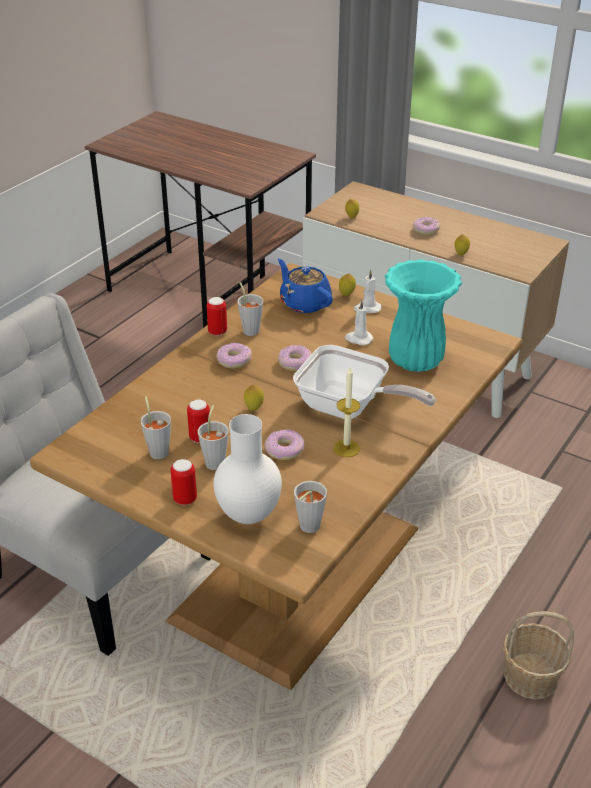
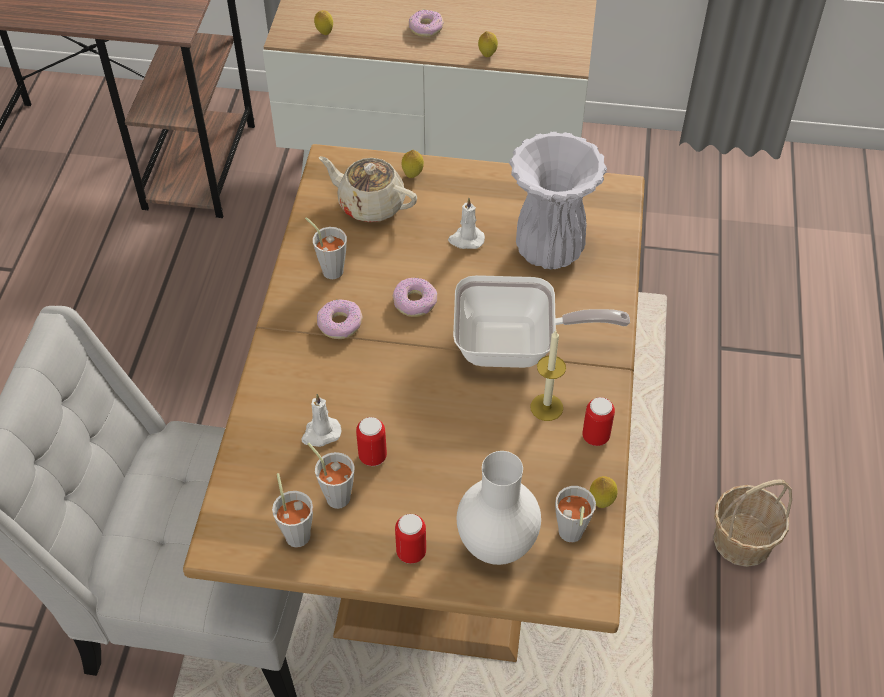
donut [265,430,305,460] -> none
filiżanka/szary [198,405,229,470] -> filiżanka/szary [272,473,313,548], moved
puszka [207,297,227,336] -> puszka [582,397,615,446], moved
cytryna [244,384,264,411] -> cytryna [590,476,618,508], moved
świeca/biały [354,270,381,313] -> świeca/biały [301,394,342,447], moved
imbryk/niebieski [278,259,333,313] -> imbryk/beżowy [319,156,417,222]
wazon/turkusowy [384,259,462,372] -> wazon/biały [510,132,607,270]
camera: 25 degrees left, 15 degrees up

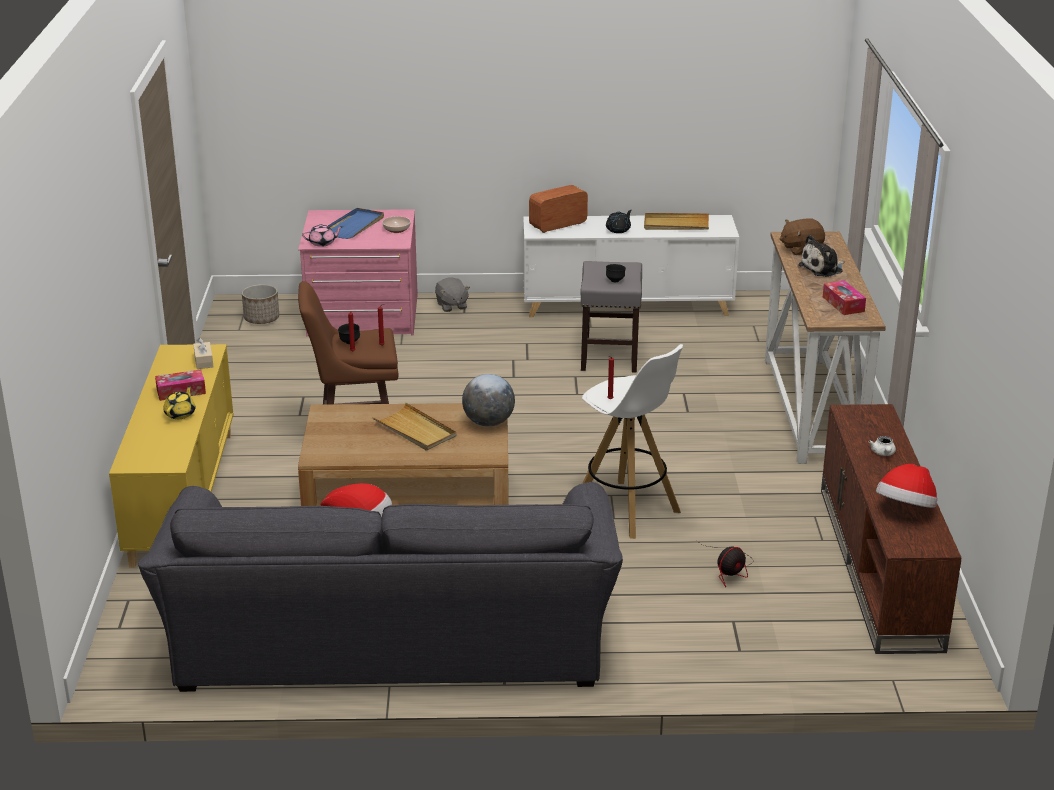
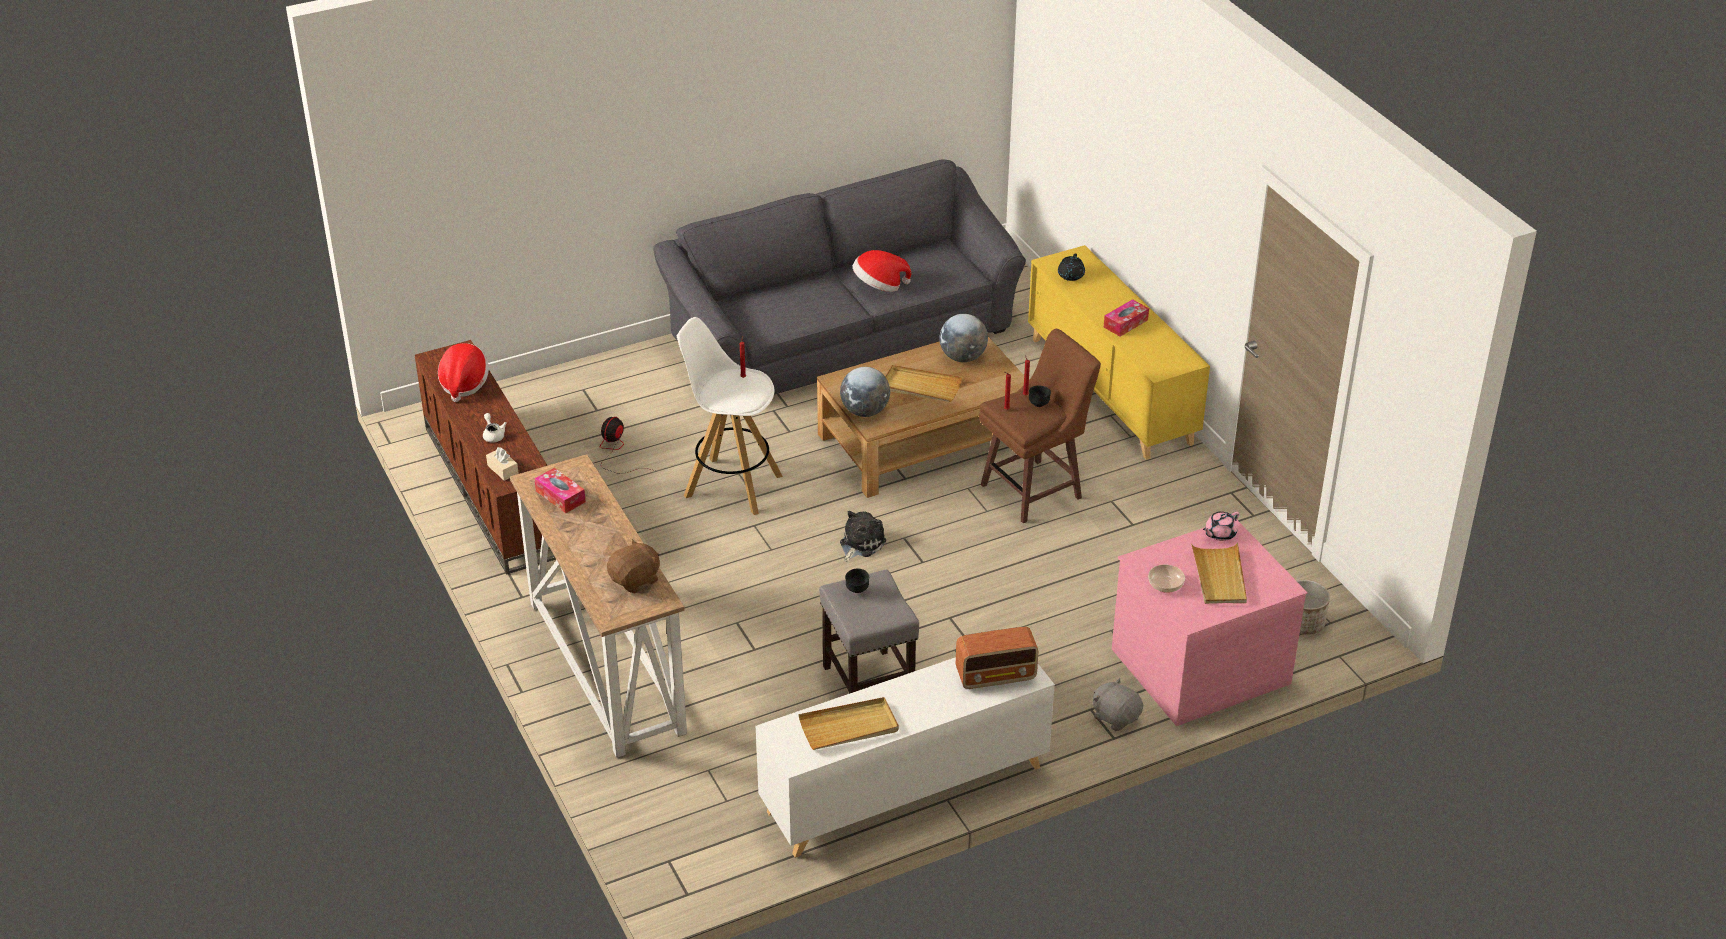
imbryk/żółty [163,385,195,419] -> none
none -> globus [939,314,988,362]
pudełko chusteczek/beżowy [193,338,213,369] -> pudełko chusteczek/beżowy [486,447,519,481], moved
imbryk/czarny [606,210,632,233] -> imbryk/czarny [1058,253,1085,281], moved
pluszak [798,235,845,277] -> pluszak [840,511,886,562], moved
taca/niebieski [328,208,384,239] -> taca/beżowy [1191,543,1247,604]
radio [529,185,588,233] -> radio [956,626,1038,689], 45 degrees clockwise
camera: 155 degrees right, 10 degrees up

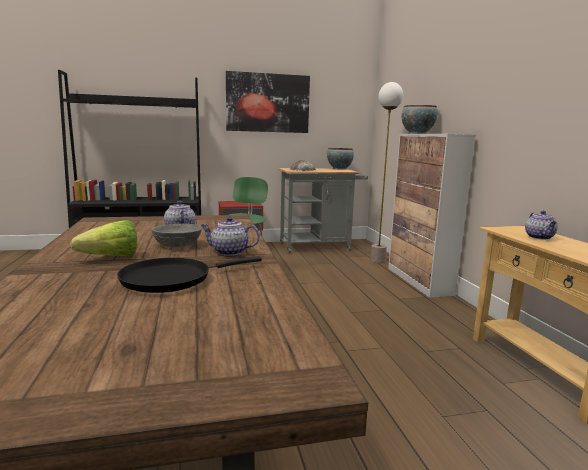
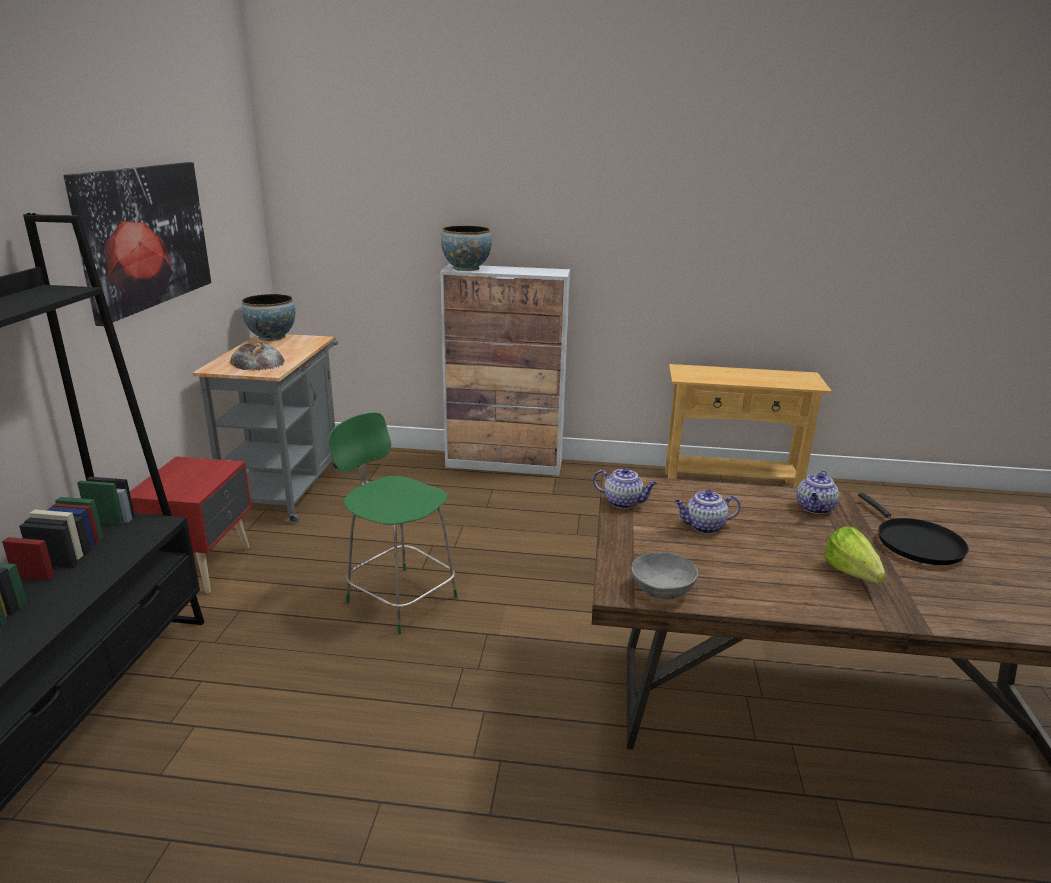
lampa stojąca [371,82,403,263] -> none
miska/szary [151,223,202,247] -> miska/szary [631,552,698,600], moved
imbryk [525,211,558,240] -> imbryk [593,468,657,509], moved
camera: 70 degrees left, 10 degrees up

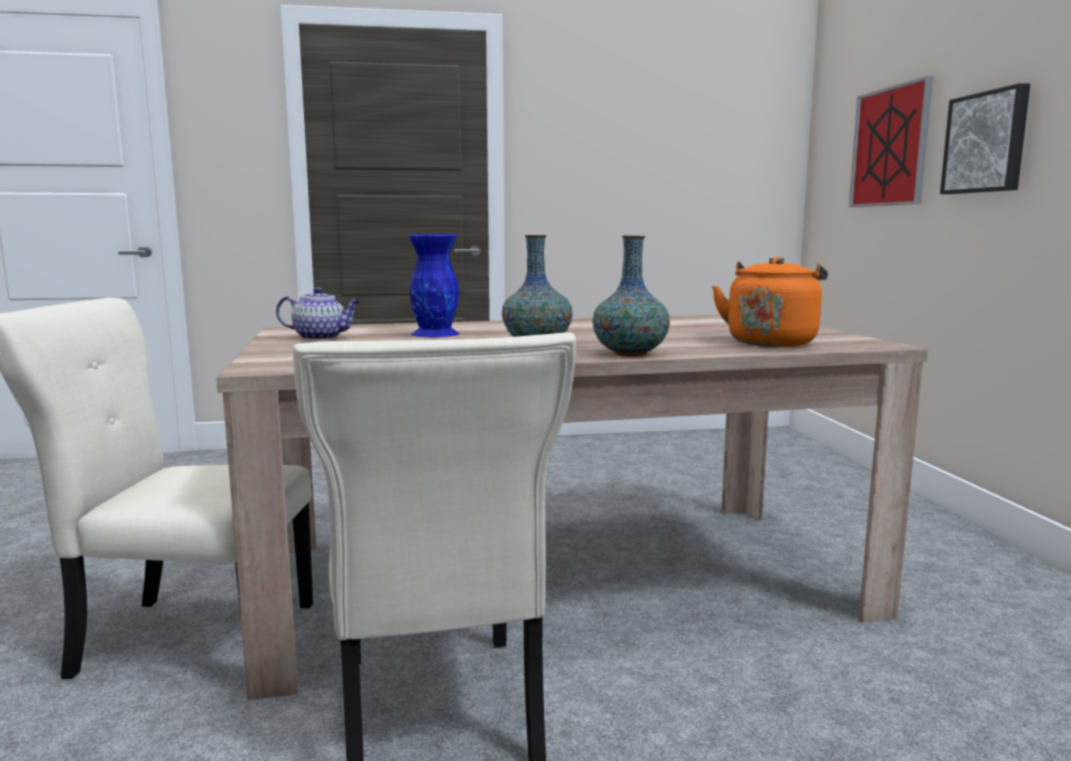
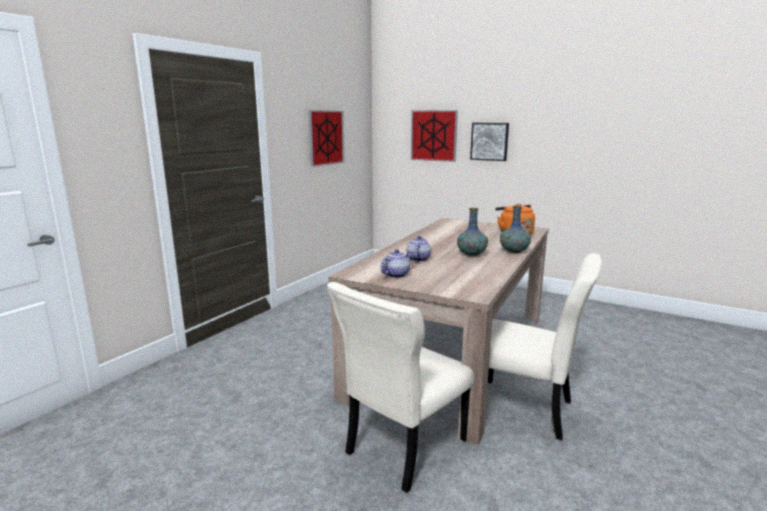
none -> obraz [308,110,345,167]
wazon/niebieski [408,234,459,337] -> imbryk [406,236,431,262]
camera: 50 degrees left, 5 degrees up

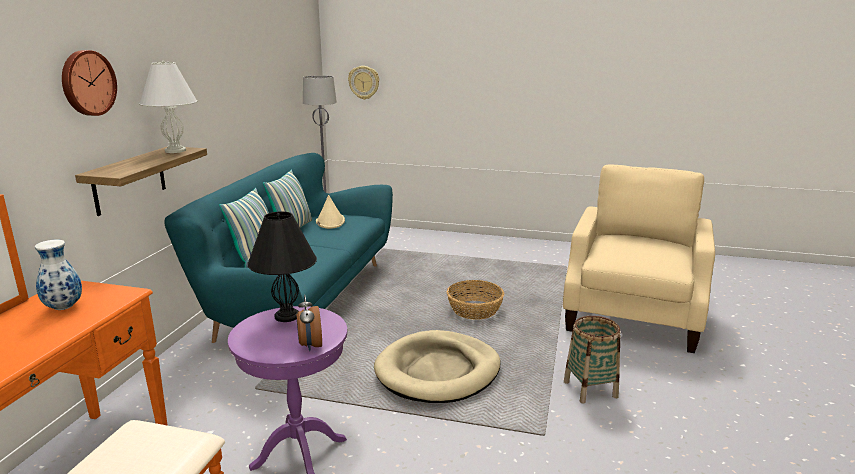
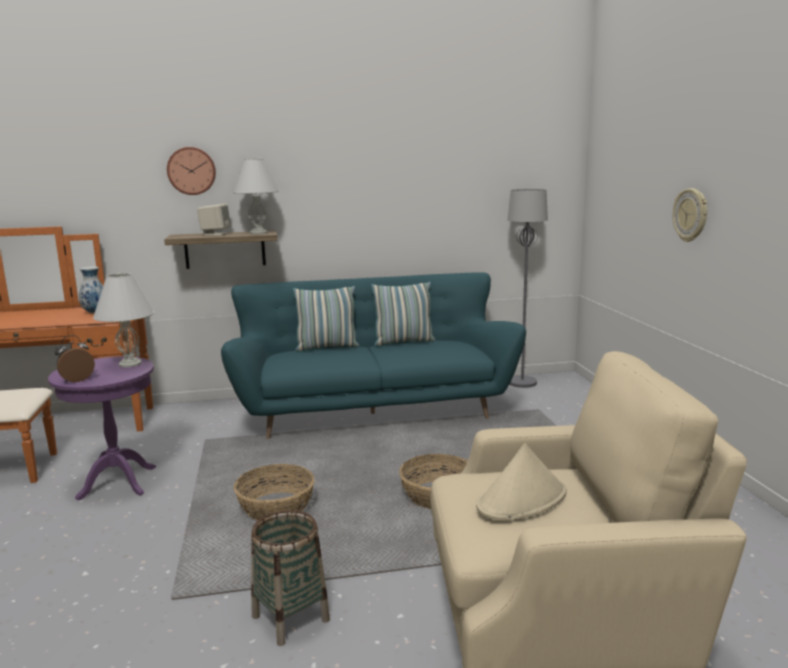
none -> głośnik/beżowy [197,204,231,235]
kapelusz/beżowy [316,195,345,229] -> kapelusz/beżowy [476,443,567,520], moved
zegar ścienny [348,66,379,100] -> zegar ścienny [673,188,707,242], moved
legowisko/beżowy [374,330,501,403] -> koszyk [234,464,315,521]
lampa stołowa/czarny [247,211,317,322] -> lampa stołowa/biały [93,273,154,367]
camera: 65 degrees right, 5 degrees down

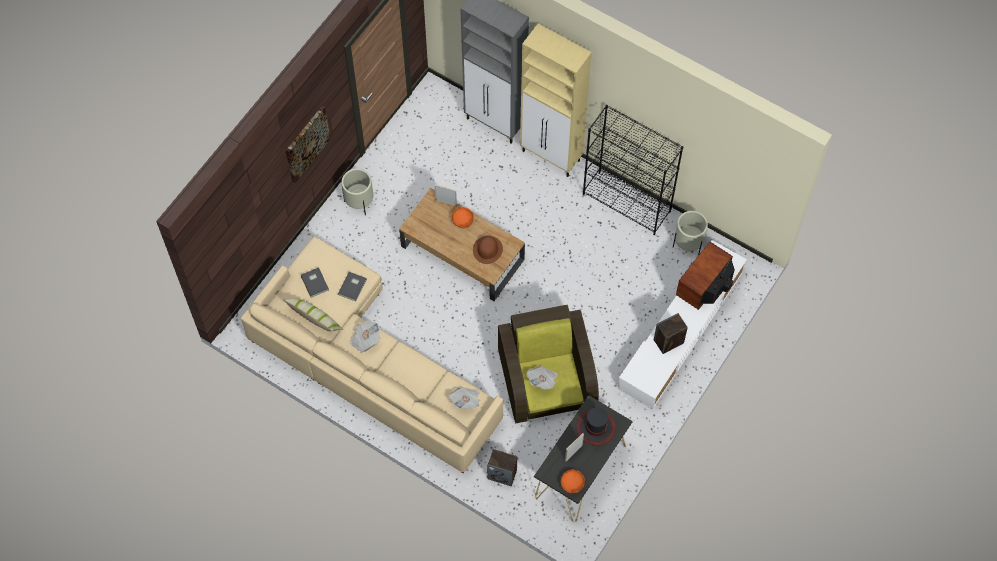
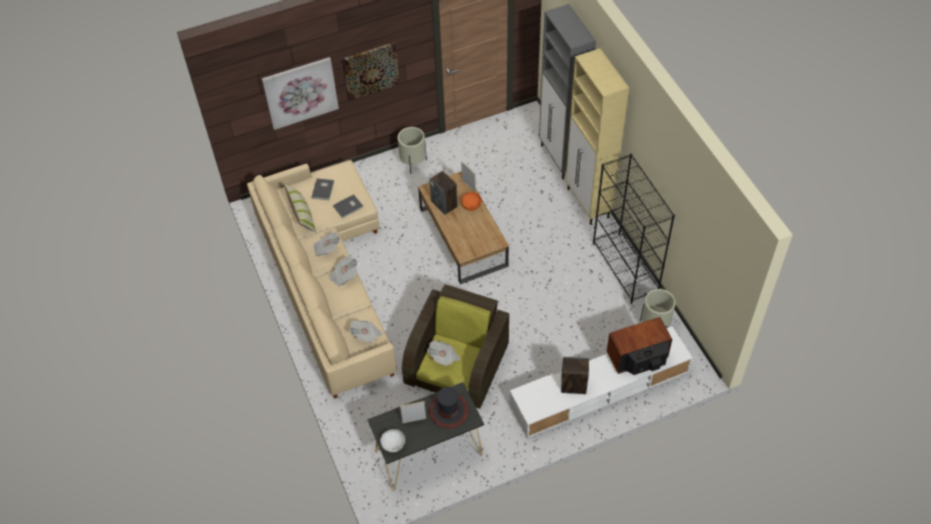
kapelusz/brązowy [473,236,503,264] -> none
none -> obraz [262,57,339,130]
none -> gazeta [329,256,358,287]
głośnik [487,449,517,486] -> głośnik [430,171,458,215], moved
miska/pomarańczowy [561,470,585,493] -> miska/biały [380,429,405,452]
camera: 35 degrees right, 10 degrees down

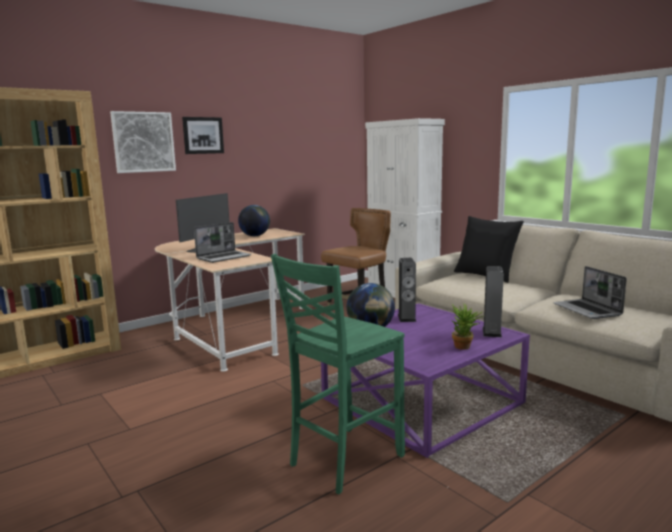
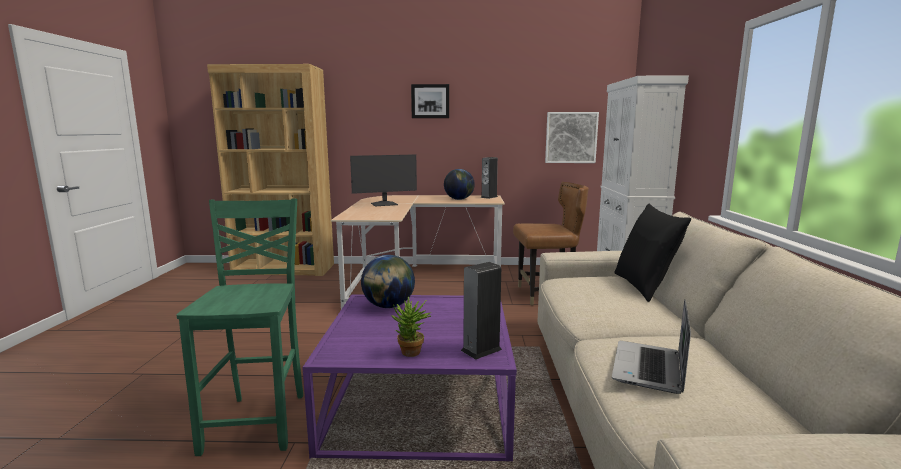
laptop [194,222,251,263] -> none
obraz [110,111,176,173] -> obraz [545,112,599,163], moved
głośnik [398,258,416,322] -> głośnik [481,157,498,199], moved
krzesło/zielony [271,254,405,494] -> krzesło/zielony [177,198,303,456], 90 degrees clockwise
camera: 40 degrees right, 0 degrees up

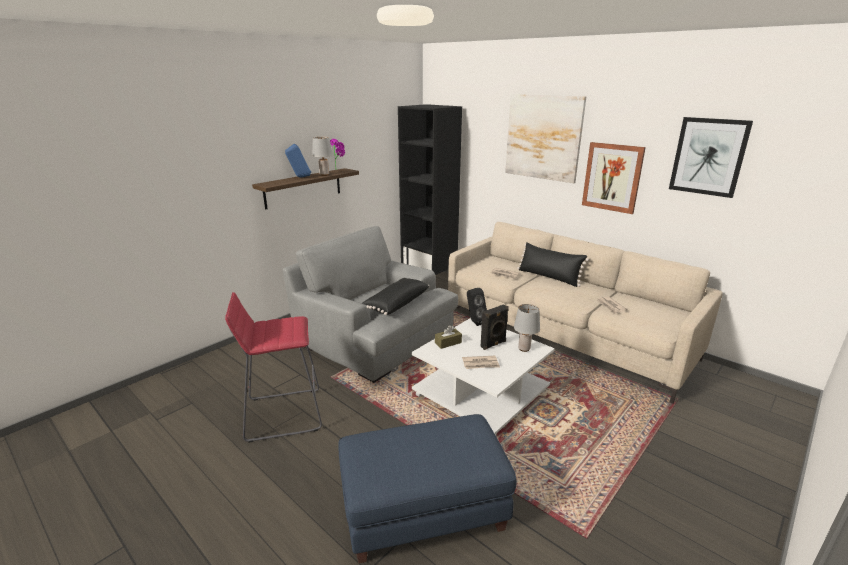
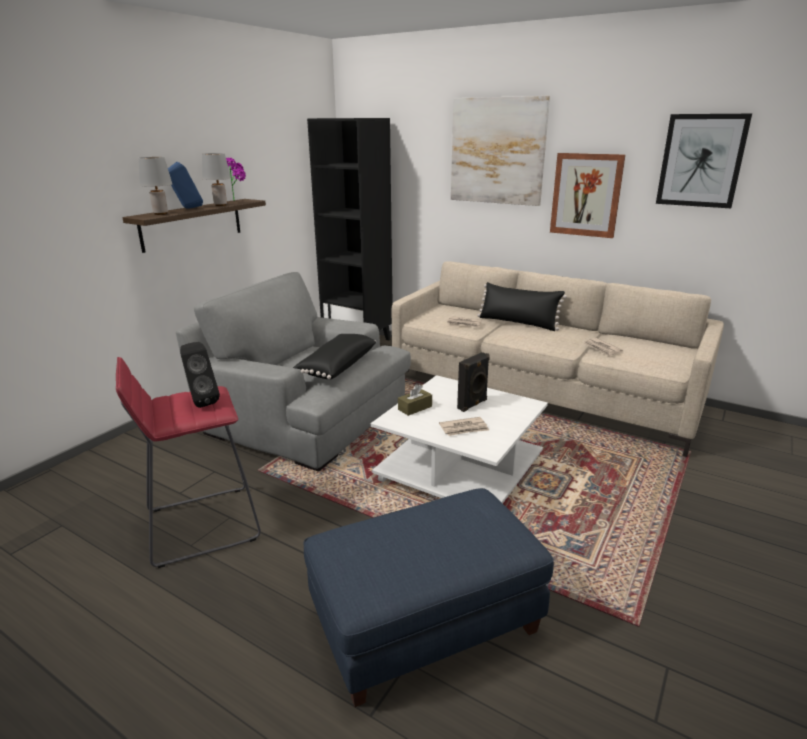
głośnik/czarny [467,288,487,326] -> głośnik/czarny [180,342,220,408], moved
lampa stołowa/szary [514,304,540,352] -> lampa stołowa/szary [139,157,172,215], moved
camera: 10 degrees left, 0 degrees up

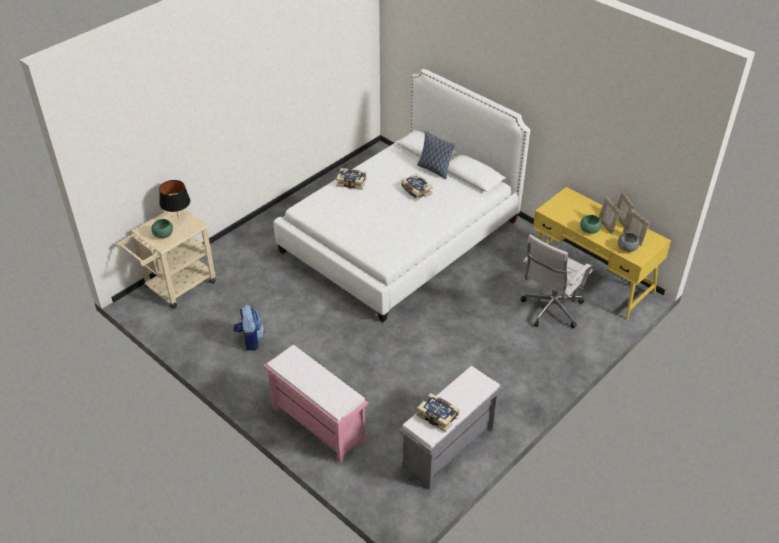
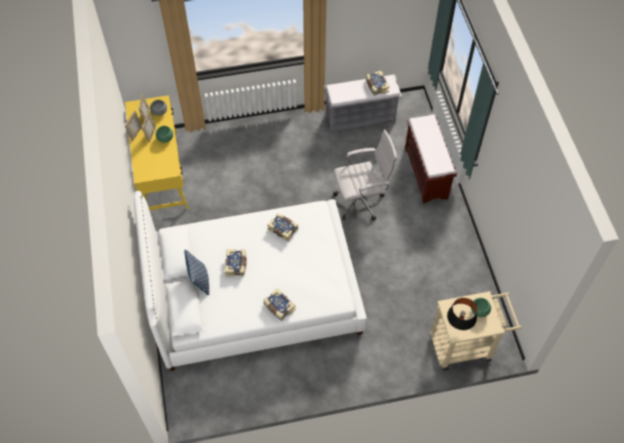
plecak [233,305,265,351] -> none
none -> książka [267,213,299,242]
krzesło biurowe/biały [521,235,593,328] -> krzesło biurowe/biały [333,129,397,221], moved
ławka/różowy [263,345,368,463] -> ławka/brązowy [405,114,457,204]
camera: 145 degrees left, 15 degrees up

